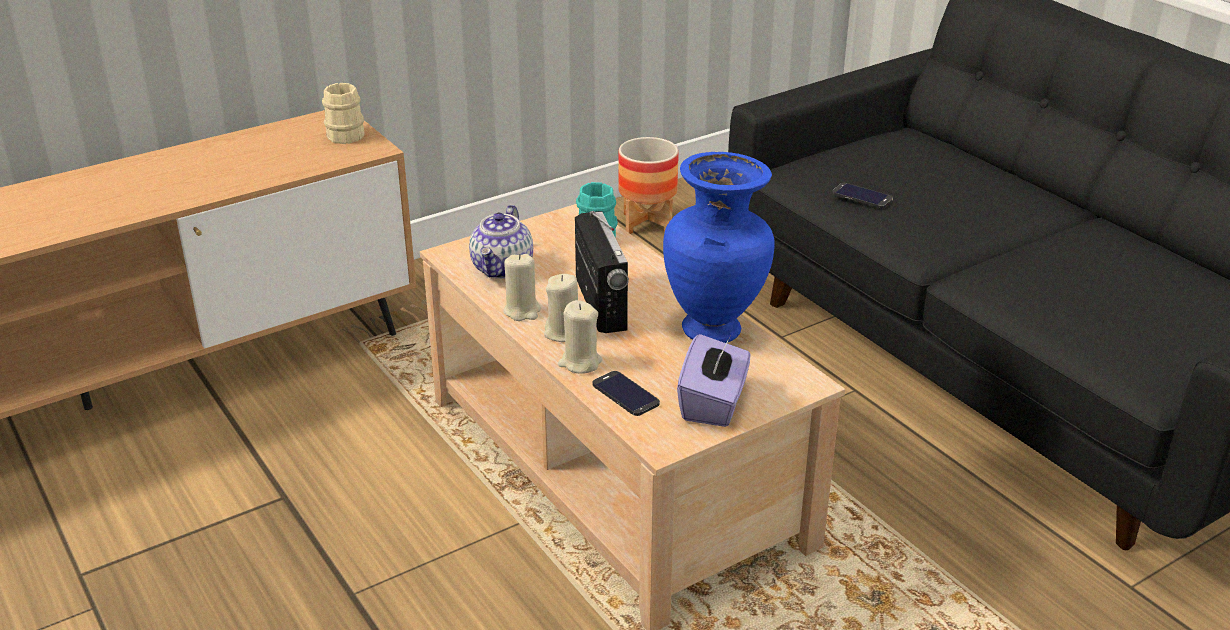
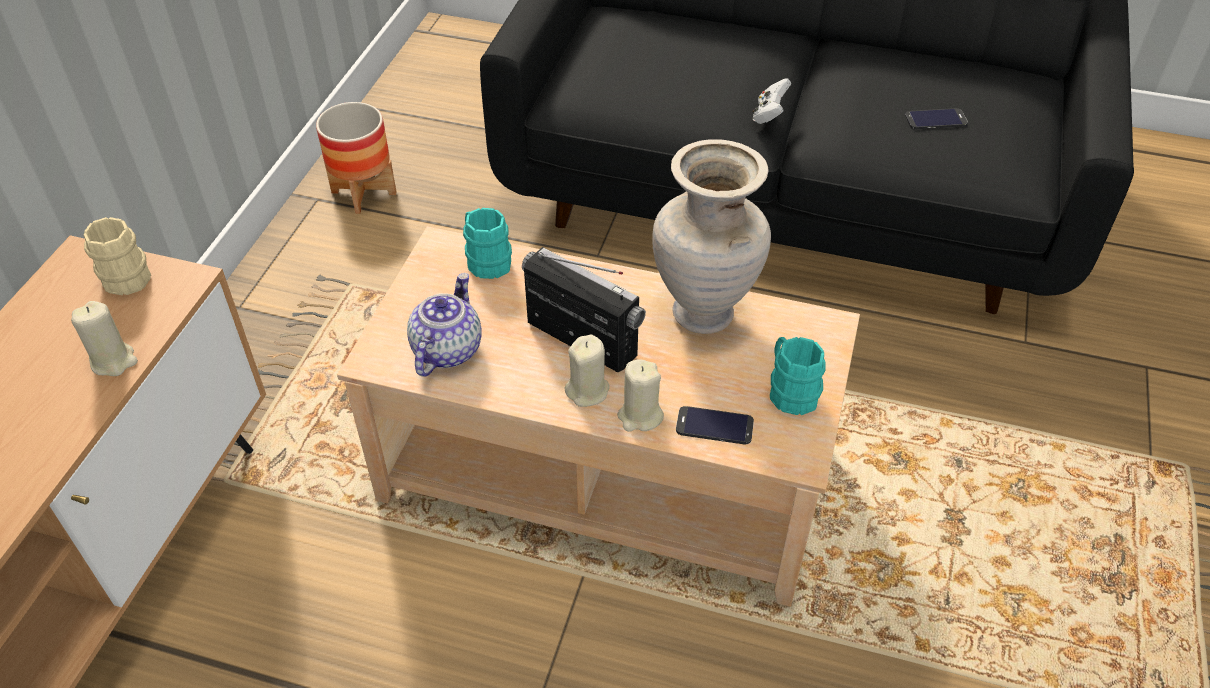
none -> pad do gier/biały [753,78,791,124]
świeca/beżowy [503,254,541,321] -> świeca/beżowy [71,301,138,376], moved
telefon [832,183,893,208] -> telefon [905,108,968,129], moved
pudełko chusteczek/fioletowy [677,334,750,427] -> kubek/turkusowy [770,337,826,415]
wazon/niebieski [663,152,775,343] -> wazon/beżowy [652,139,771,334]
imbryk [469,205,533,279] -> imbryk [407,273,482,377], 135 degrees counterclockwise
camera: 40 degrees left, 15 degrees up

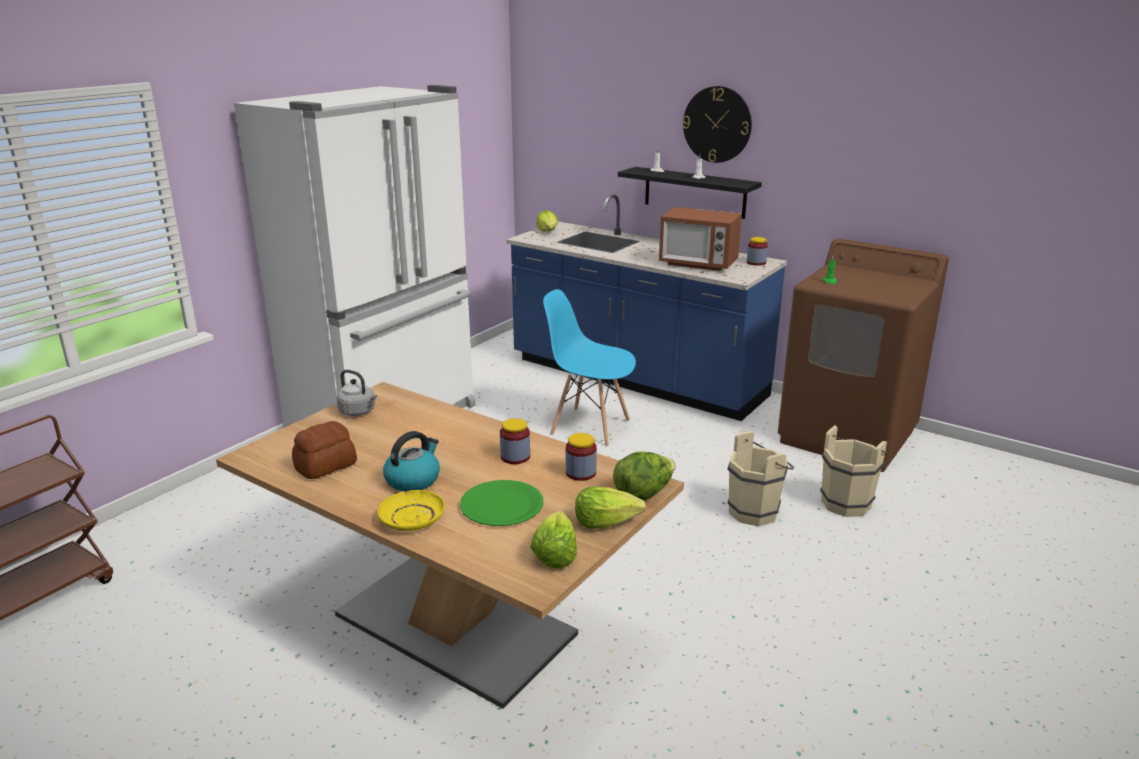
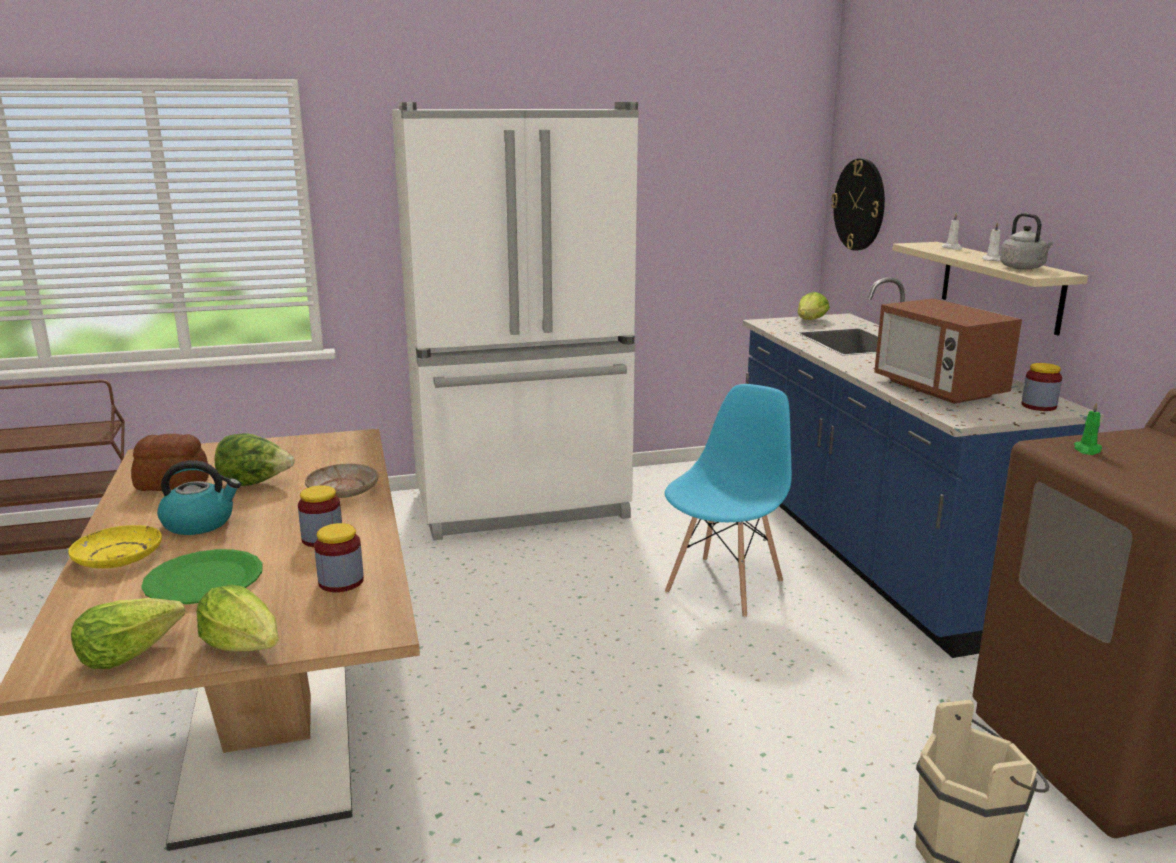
wiadro/beżowy [728,431,794,526] -> none
none -> talerz/beżowy [305,463,378,498]
czajnik/szary [336,370,377,416] -> czajnik/szary [1000,213,1053,270], moved
sałata [613,451,676,500] -> sałata [214,433,294,486], moved
zegar ścienny [682,86,752,163] -> zegar ścienny [831,159,885,251], moved
półka/czarny [618,167,762,219] -> półka/beżowy [893,242,1088,335]
krzesło/niebieski [543,289,636,446] -> krzesło/niebieski [665,384,792,618], 60 degrees clockwise
camera: 40 degrees right, 5 degrees down

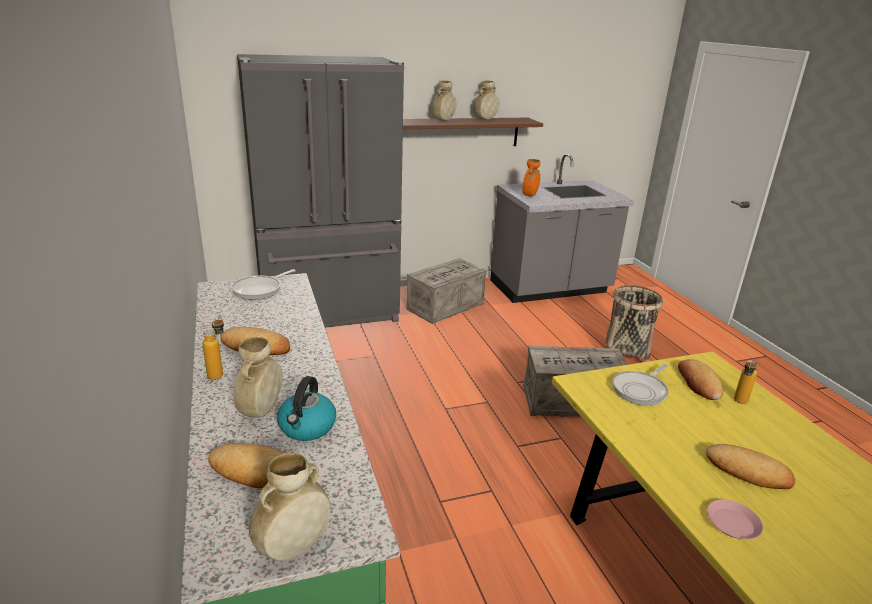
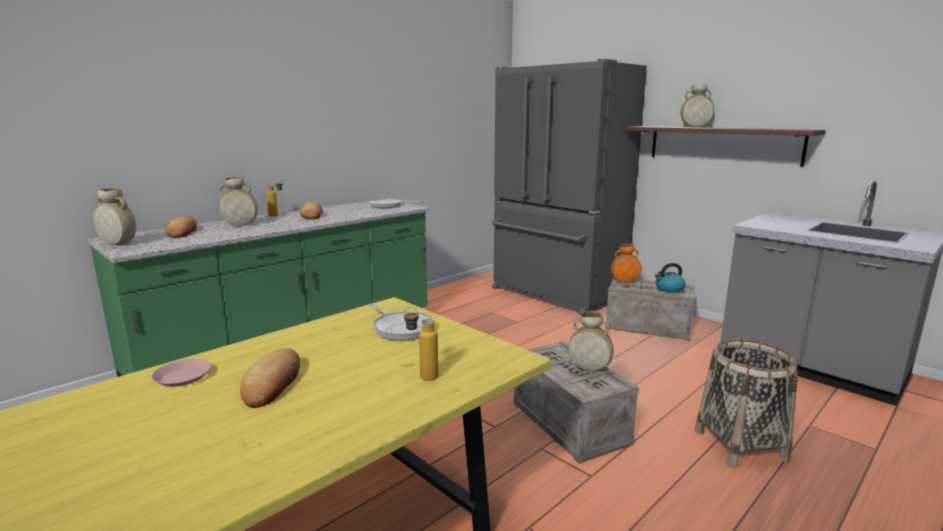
chleb [678,359,723,400] -> none
czajnik [277,376,336,441] -> czajnik [655,263,685,293], moved
wazon/beżowy [474,80,499,120] -> wazon/beżowy [569,311,614,370], moved
wazon/pomarańczowy [522,159,541,196] -> wazon/pomarańczowy [611,243,642,283], moved
patelnia [612,364,668,406] -> patelnia [369,304,434,341], 150 degrees counterclockwise
camera: 65 degrees right, 10 degrees down

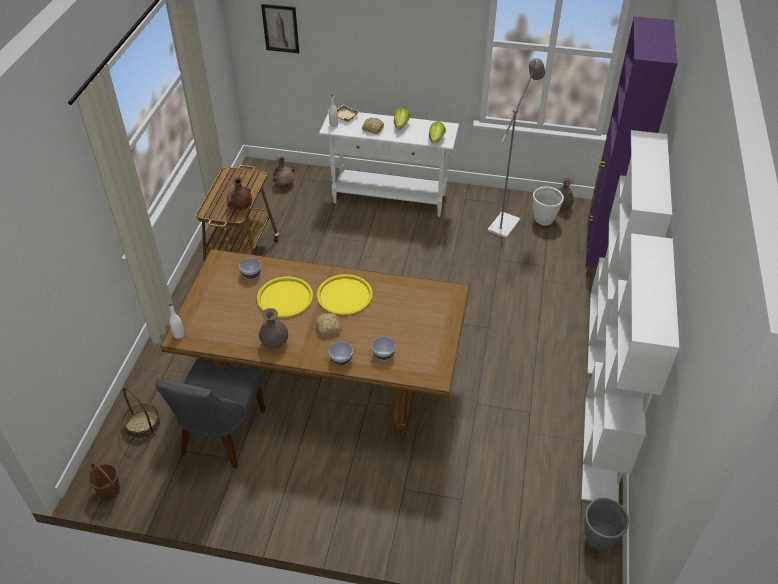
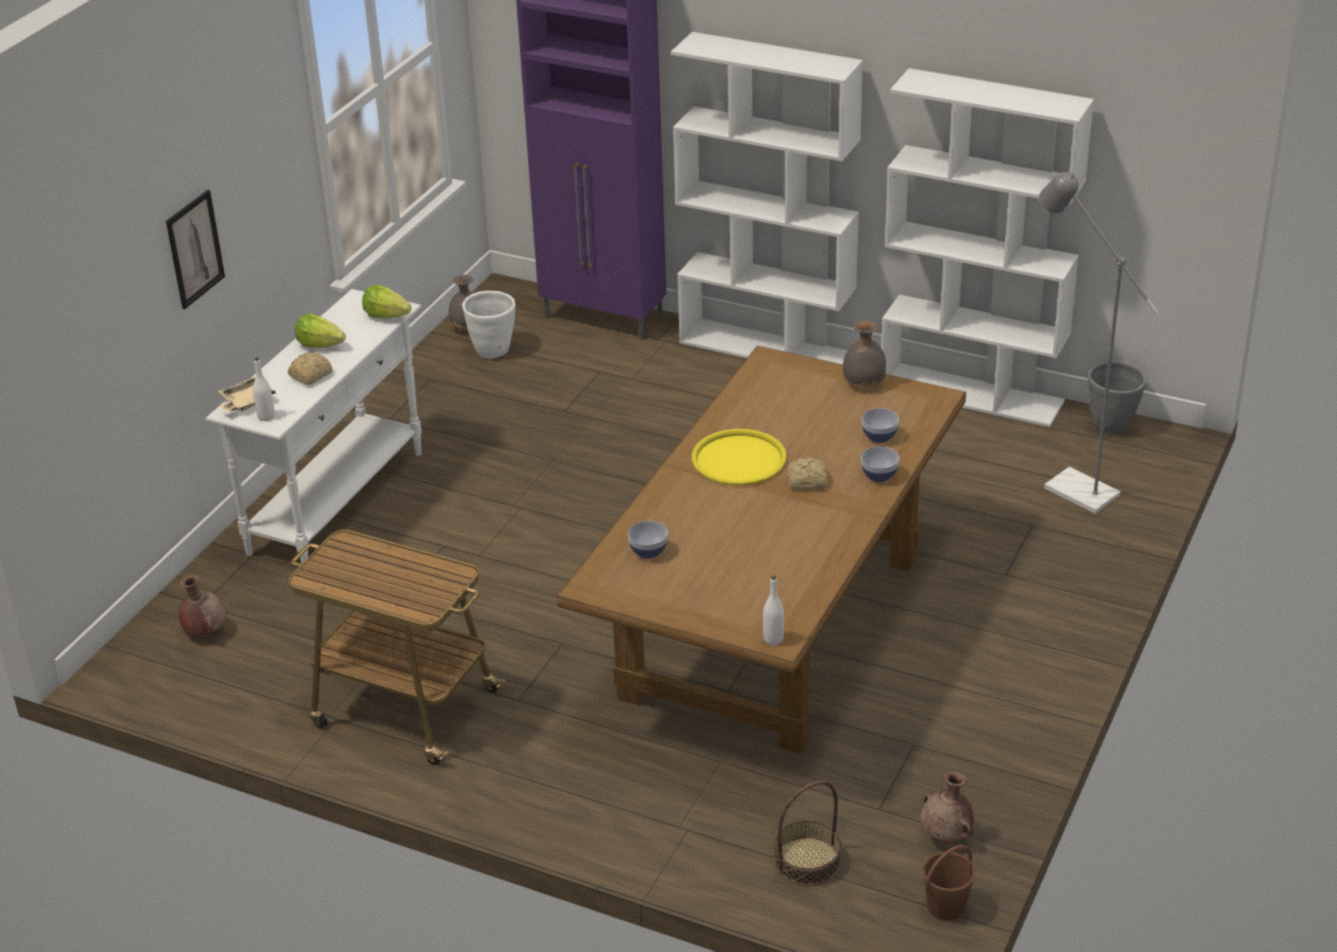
krzesło/szary [155,359,265,469] -> none
taca/żółty [257,277,313,318] -> none
wazon/brązowy [227,177,252,210] -> wazon/brązowy [921,771,973,842], moved
wazon/szary [259,308,289,349] -> wazon/szary [843,320,886,386], moved
obraz [261,4,299,53] -> obraz [166,190,225,309], moved
lampa stojąca/szary [487,58,546,238] -> lampa stojąca/szary [1039,172,1159,514], moved
camera: 75 degrees left, 10 degrees down

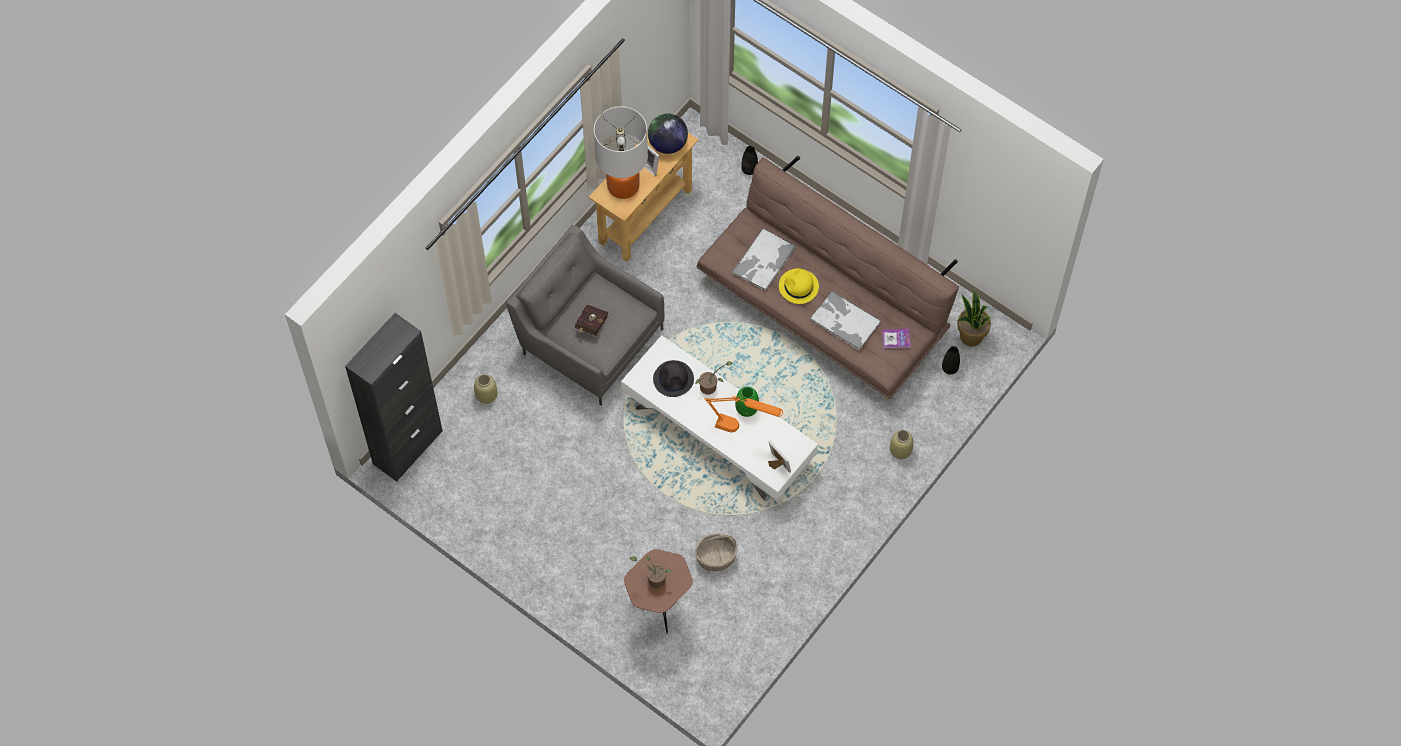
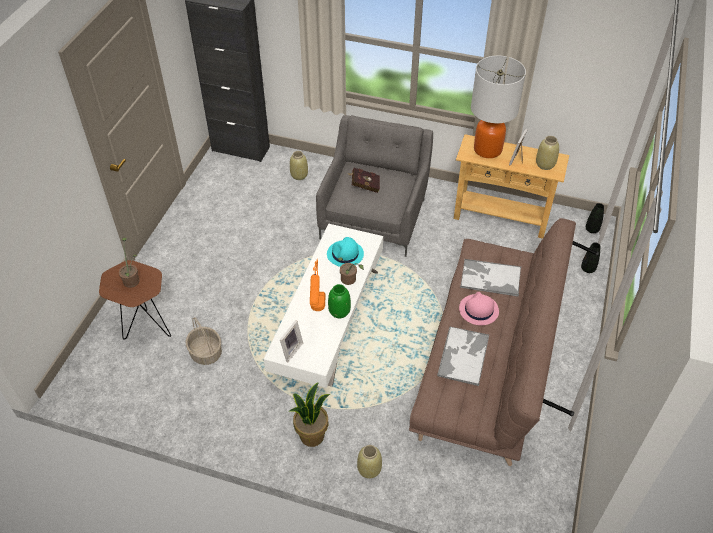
książka [882,329,911,349] -> none
wazon/czarny [942,346,960,374] -> wazon/czarny [586,203,604,233], moved
roślina doniczkowa [957,290,991,347] -> roślina doniczkowa [289,382,330,447], moved
globus [648,114,688,154] -> wazon/beżowy [536,136,559,170]
kapelusz/czarny [653,360,694,397] -> kapelusz/turkusowy [327,237,364,267]
kapelusz/żółty [779,269,819,304] -> kapelusz/różowy [459,292,499,325]
camera: 70 degrees right, 15 degrees down

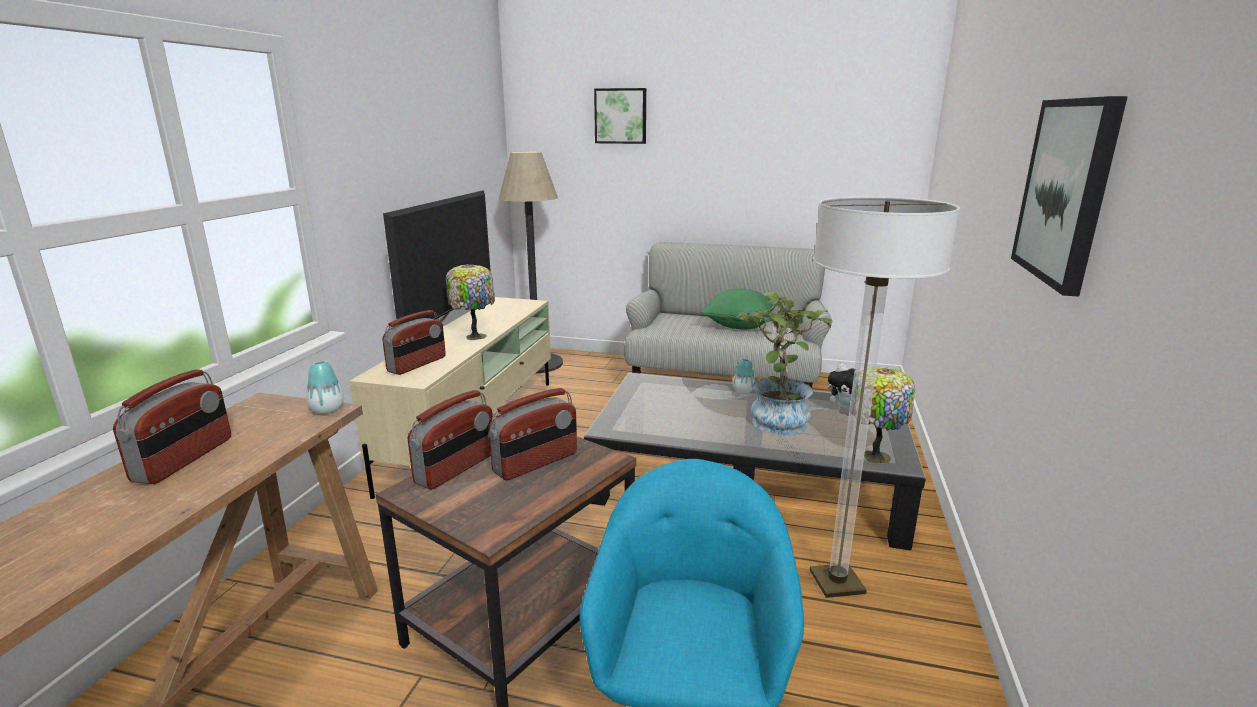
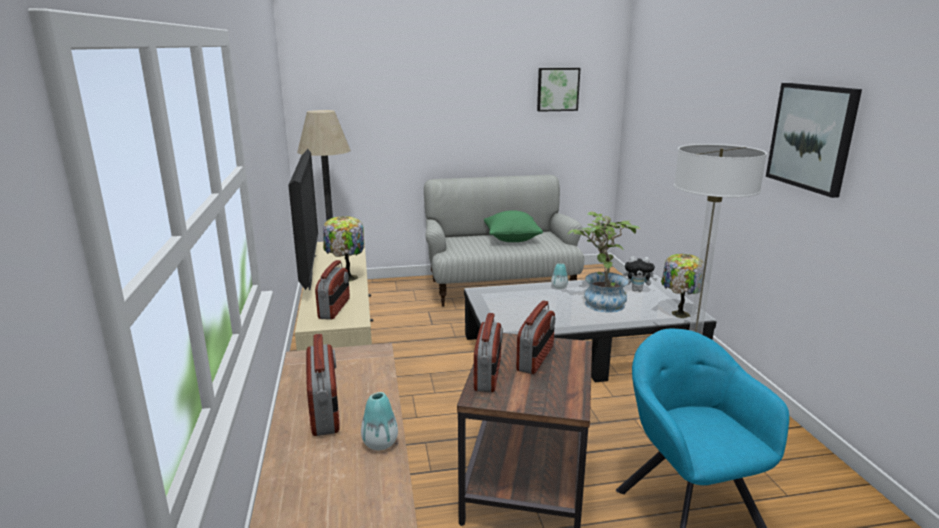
wazon [307,361,344,414] -> wazon [361,392,398,450], moved
obraz [594,88,646,144] -> obraz [537,68,580,112], moved
camera: 25 degrees left, 0 degrees up

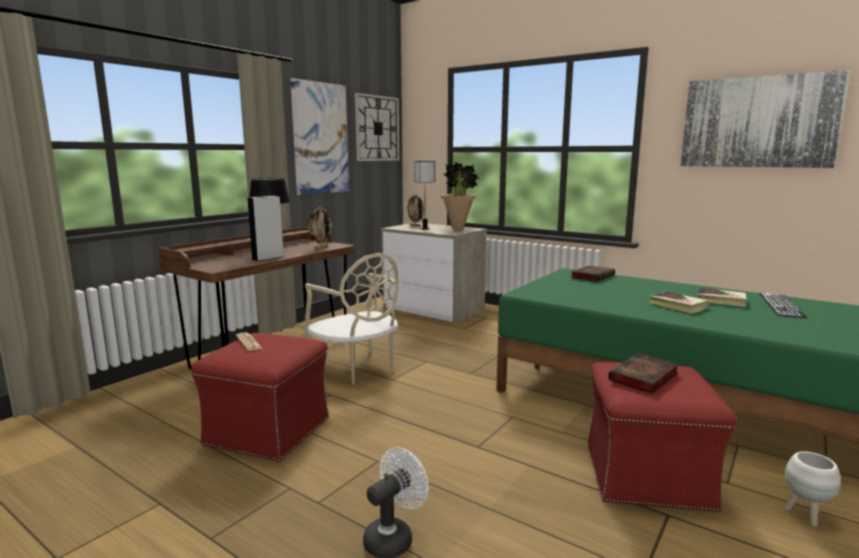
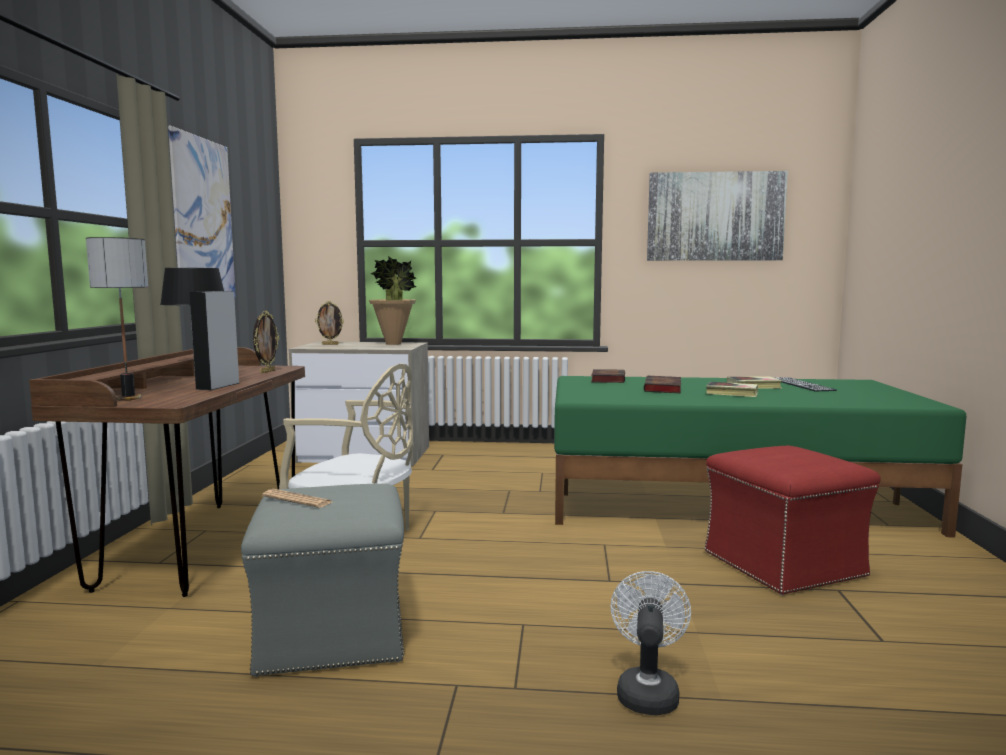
zegar ścienny [355,93,399,161] -> none
donica/biały [784,451,841,527] -> none
lampa stołowa [414,161,436,230] -> lampa stołowa [86,237,148,401], moved
książka [608,353,679,394] -> książka [644,376,681,393], moved
pufa/czerwony [191,333,329,462] -> pufa/szary [241,484,404,676]
camera: 30 degrees left, 5 degrees down

